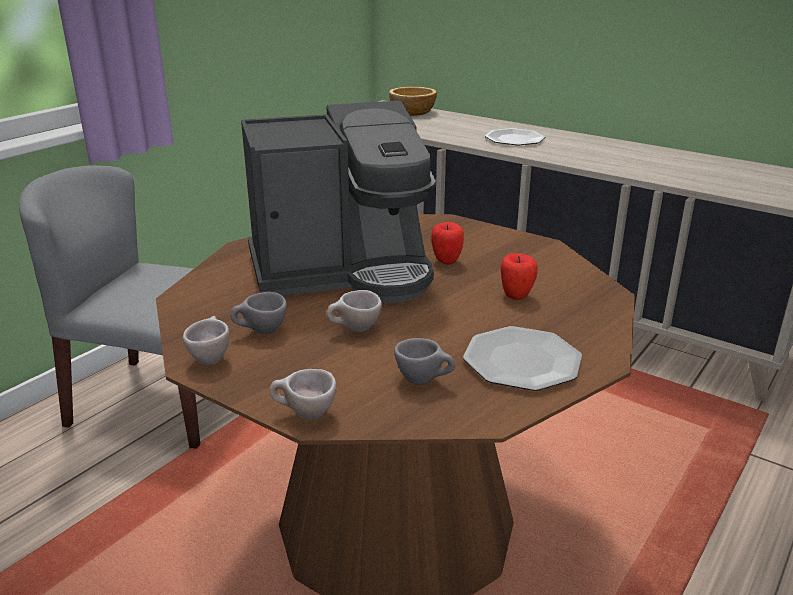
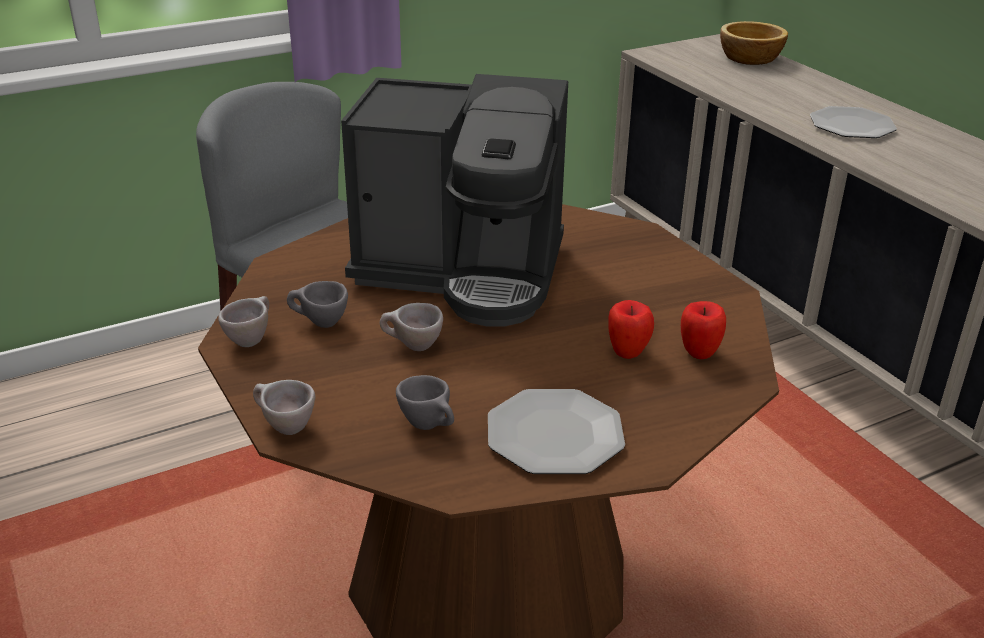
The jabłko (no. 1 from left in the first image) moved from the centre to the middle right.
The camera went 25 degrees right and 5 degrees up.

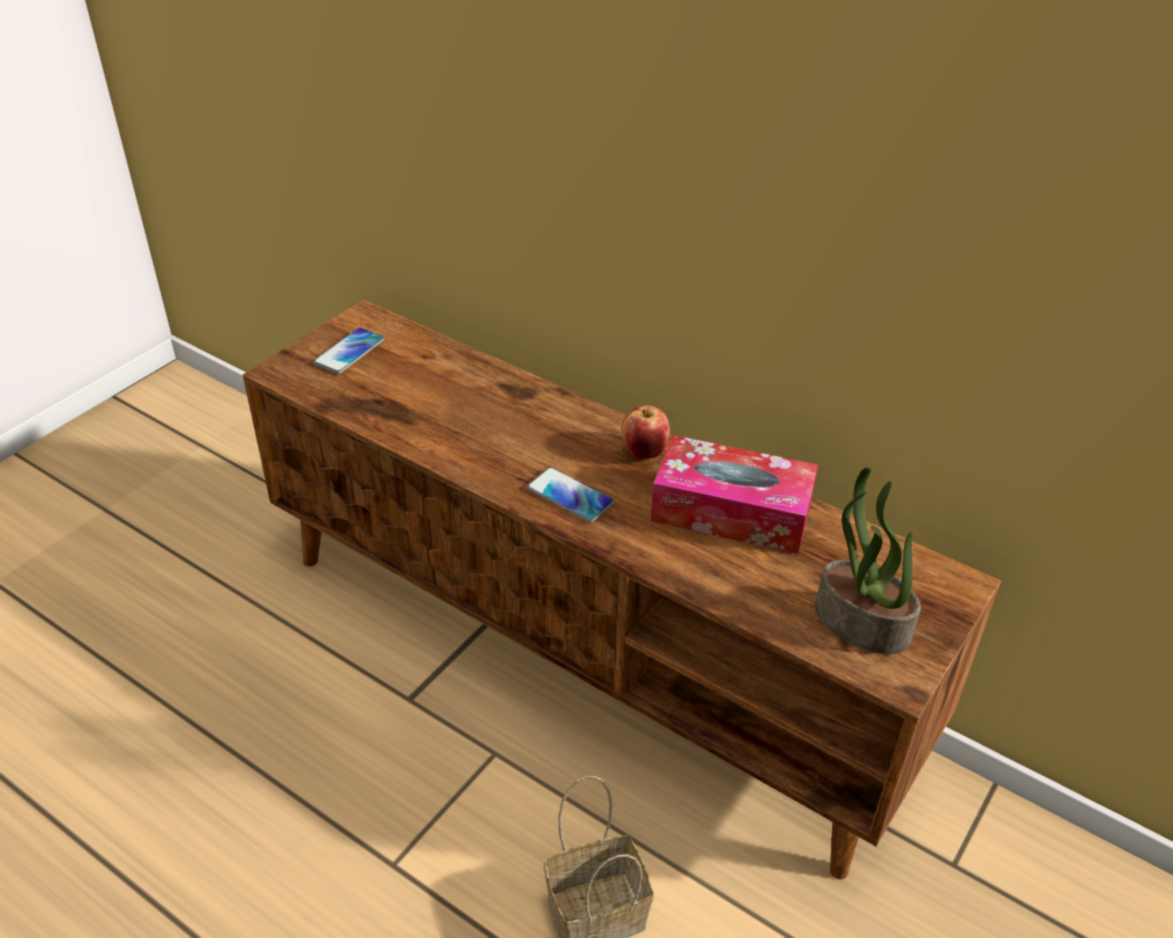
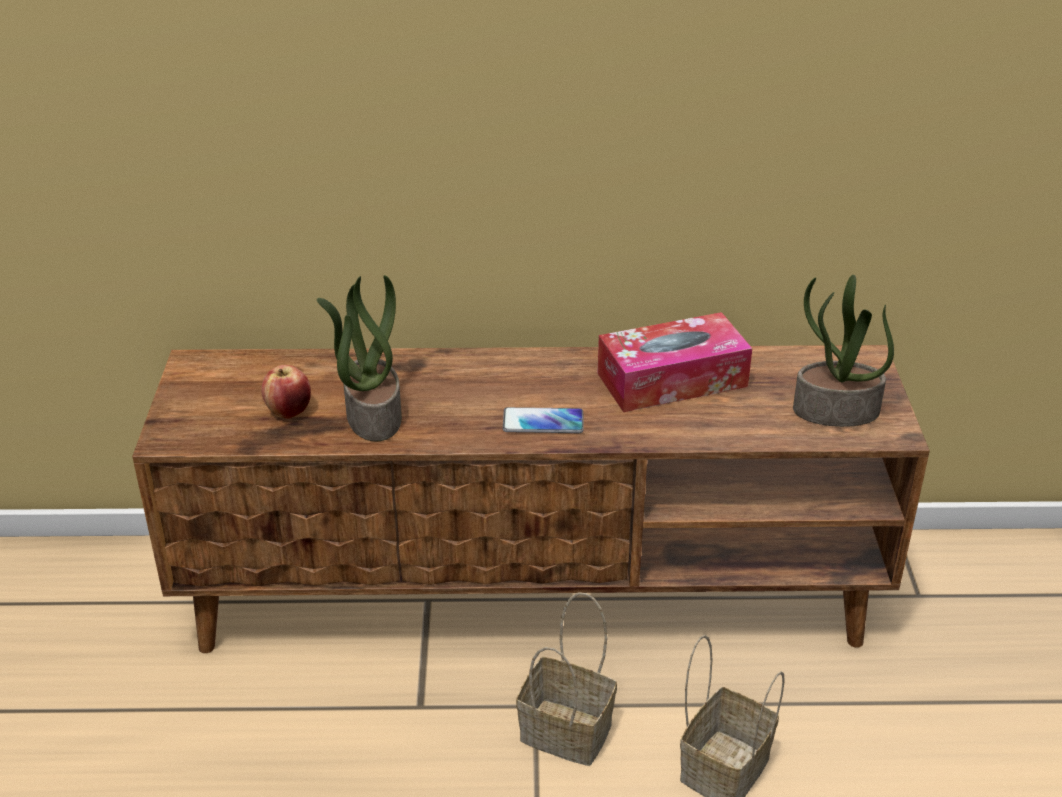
The telefon (no. 1 from left) at the middle left disappeared.
The jabłko moved from the centre to the middle left.
The roślina doniczkowa (no. 1 from left) at the centre appeared.
The koszyk (no. 1 from left) at the bottom centre appeared.
The camera went 35 degrees left and 5 degrees down.

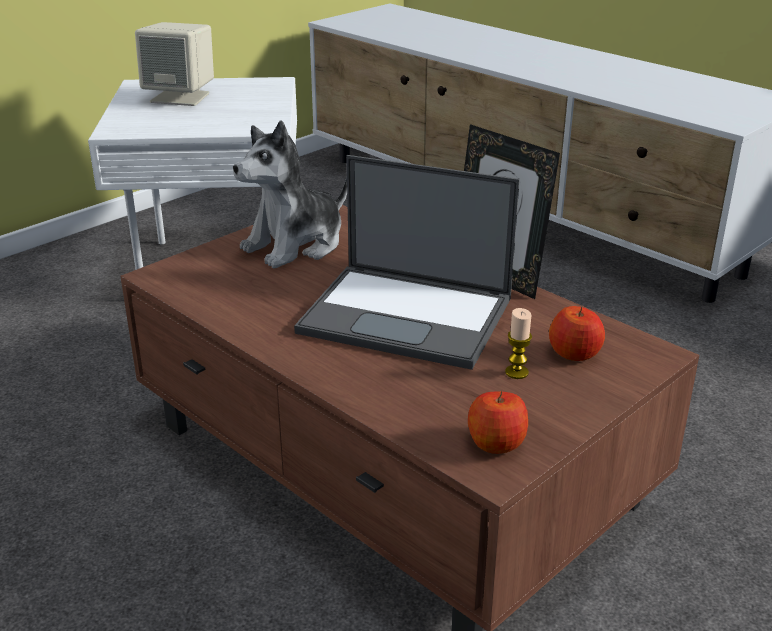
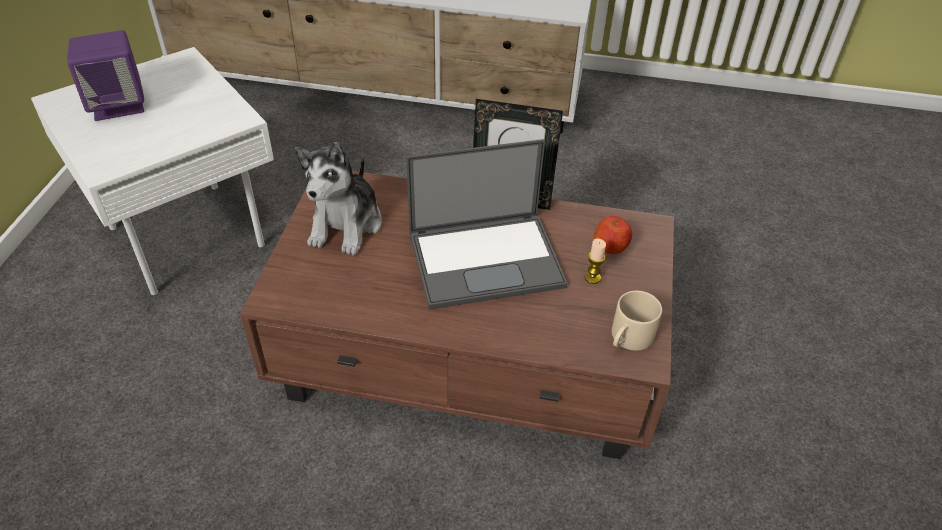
The głośnik [beżowy] at the top left became the głośnik [fioletowy] at the top left.
The jabłko (no. 1 from left) at the bottom centre was replaced by the kubek [beżowy] at the middle right.
The camera went 35 degrees left and 15 degrees up.

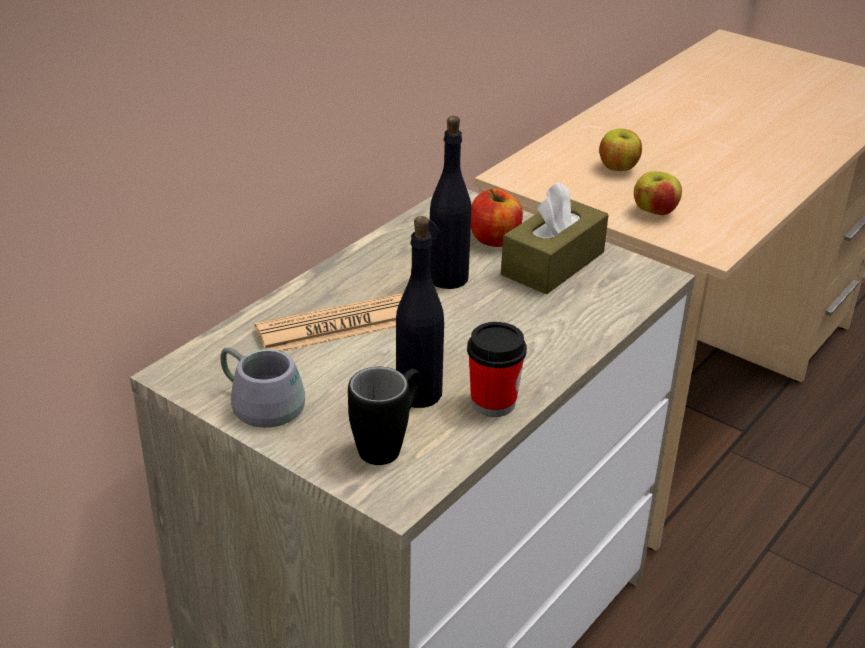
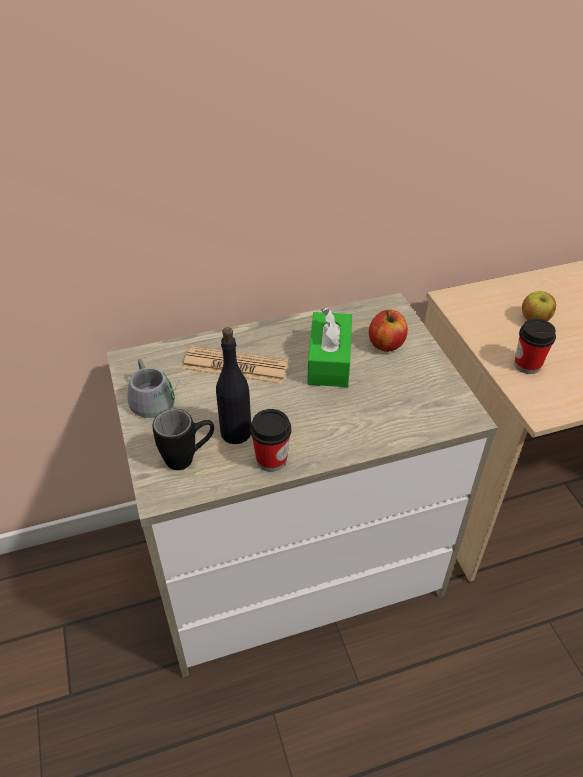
The butelka [czarny] (no. 2 from left) at the top centre was replaced by the pudełko chusteczek [zielony] at the centre.
The pudełko chusteczek [brązowy] at the centre disappeared.
The jabłko (no. 3 from left) at the top right was replaced by the filiżanka (no. 2 from left) at the middle right.
The camera went 35 degrees right and 10 degrees up.

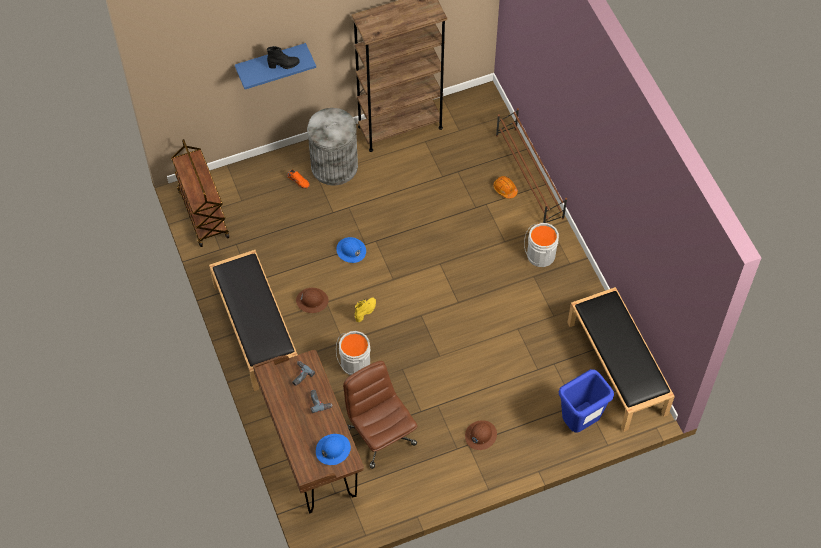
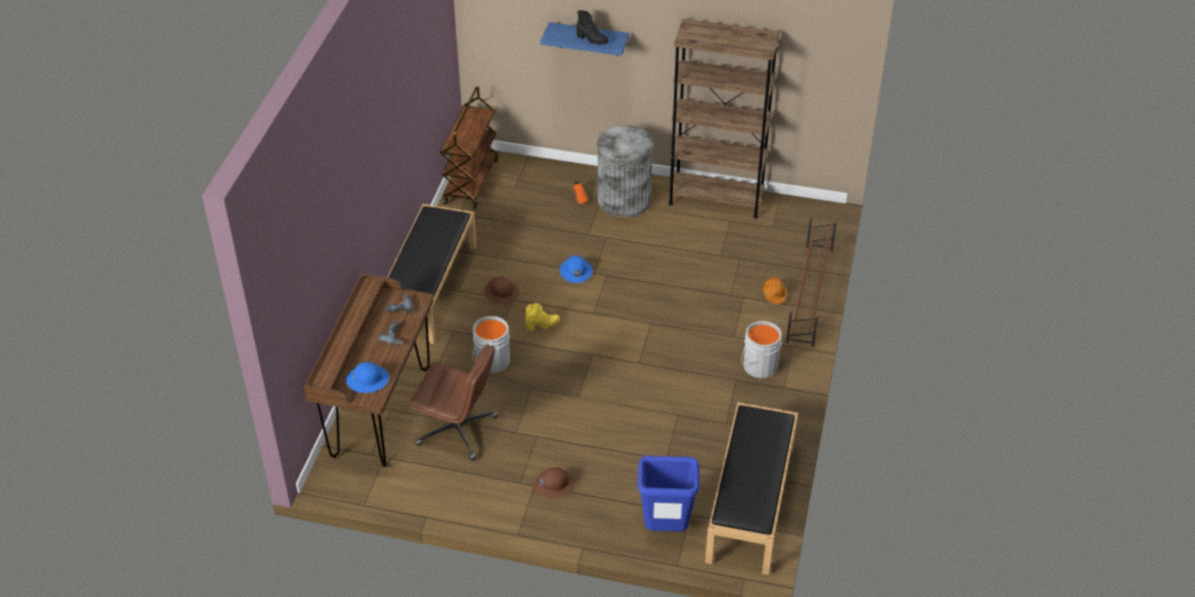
The krzesło biurowe [brązowy] at the bottom centre turned 105 degrees clockwise.
The camera went 35 degrees right and 15 degrees down.

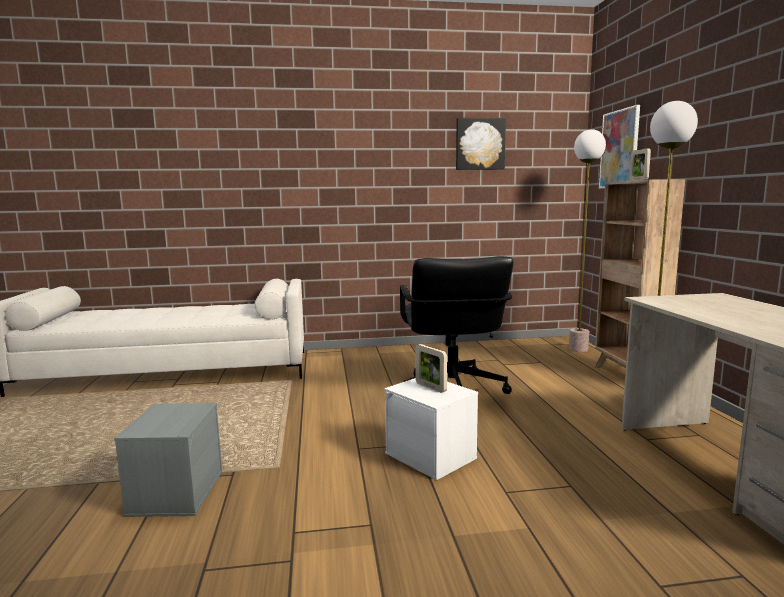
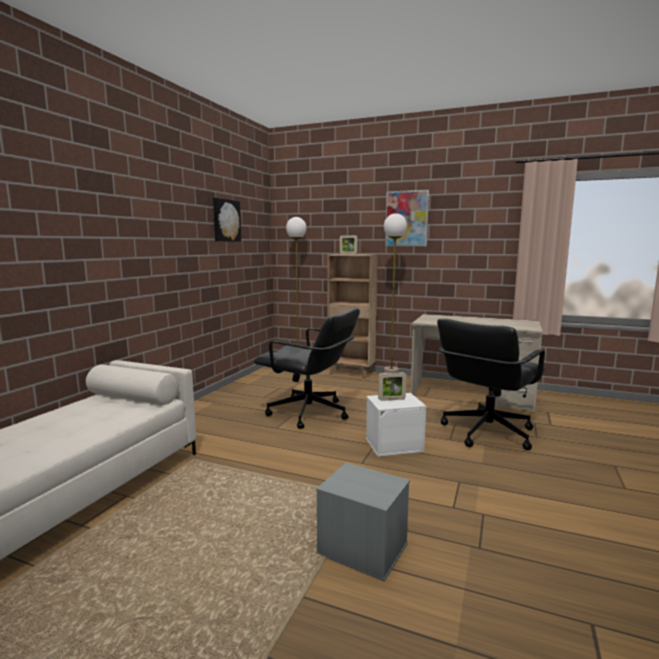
The obraz (no. 2 from left) moved from the top right to the top centre.
The krzesło biurowe [czarny] (no. 2 from left) at the middle right appeared.
The camera went 60 degrees left and 0 degrees up.

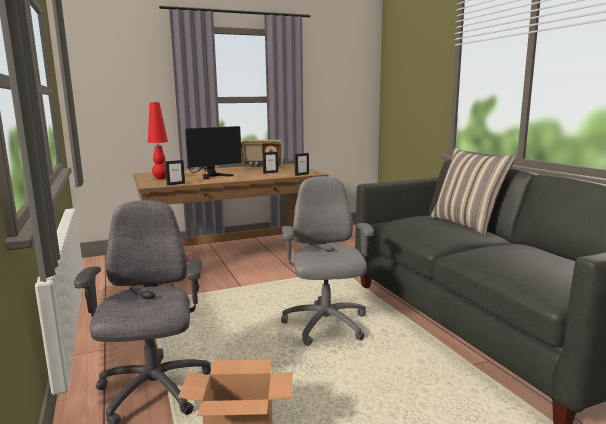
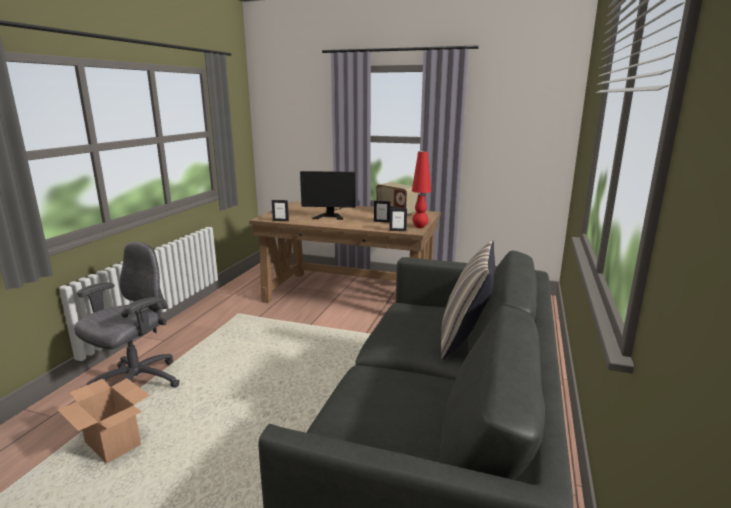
The lampa stołowa [czerwony] moved from the top left to the centre.
The krzesło biurowe [szary] (no. 2 from left) at the centre disappeared.
The camera went 40 degrees right and 5 degrees up.

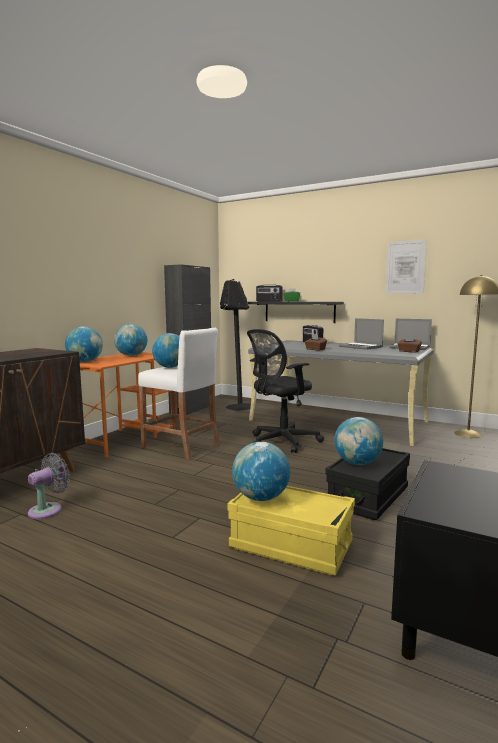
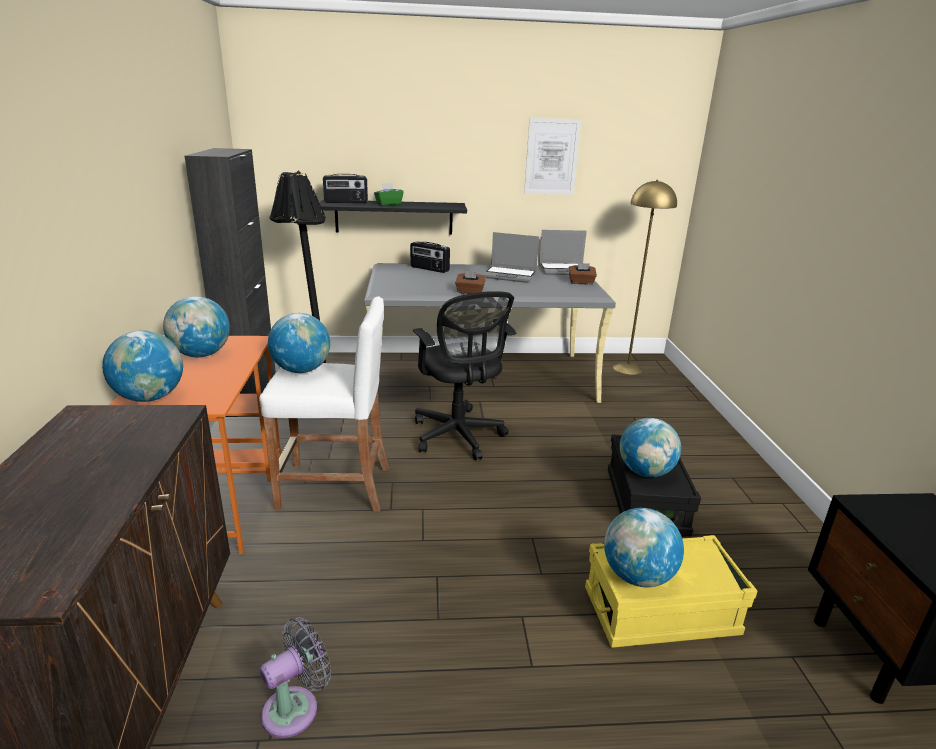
The wentylator [szary] at the middle left turned 45 degrees clockwise.
The krzesło biurowe [czarny] at the centre turned 45 degrees counterclockwise.
The camera went 35 degrees left and 15 degrees up.

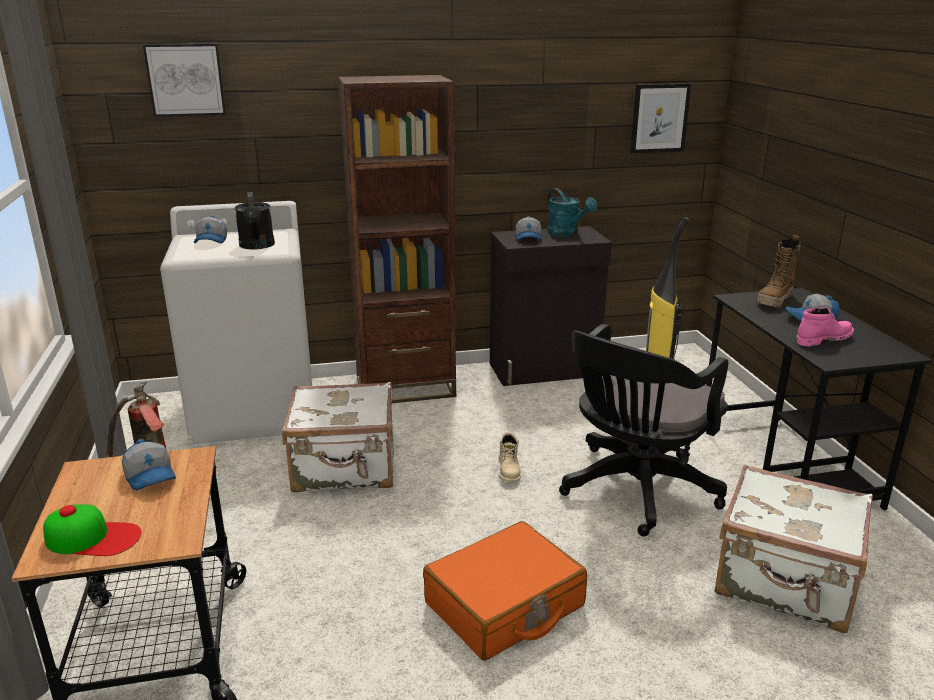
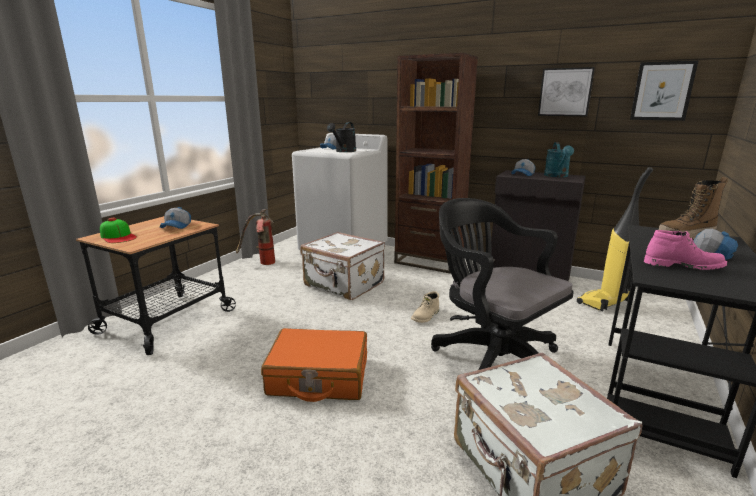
The obraz (no. 1 from left) moved from the top left to the top right.
The krzesło biurowe [czarny] at the middle right turned 60 degrees clockwise.
The camera went 40 degrees right and 5 degrees down.

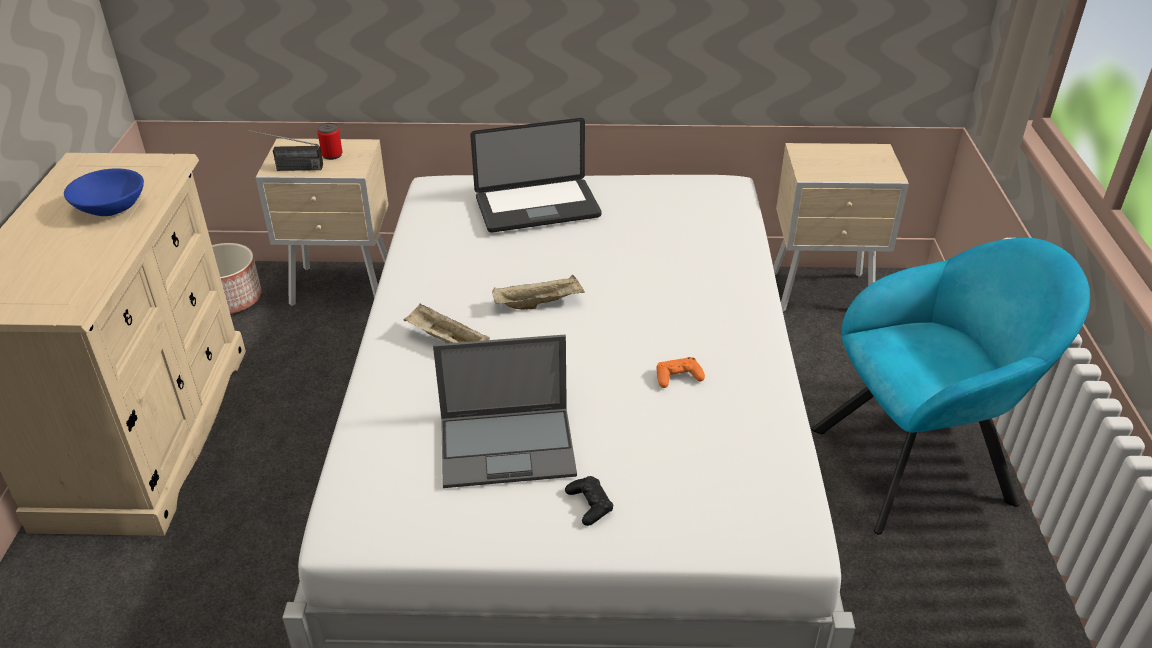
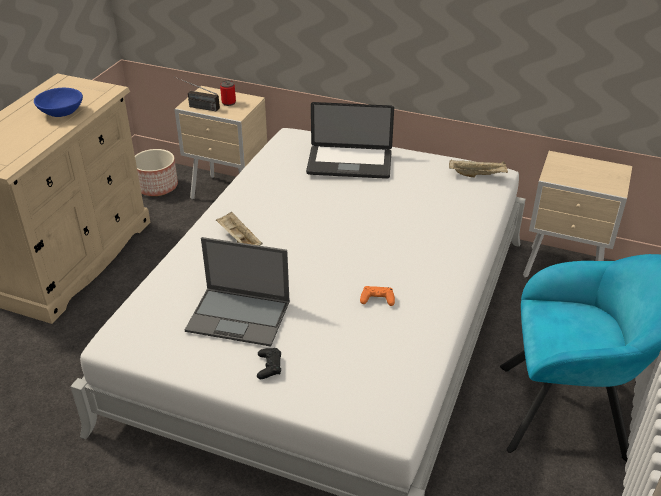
The taca [beżowy] (no. 2 from left) moved from the centre to the middle right.
The camera went 20 degrees right and 0 degrees up.

